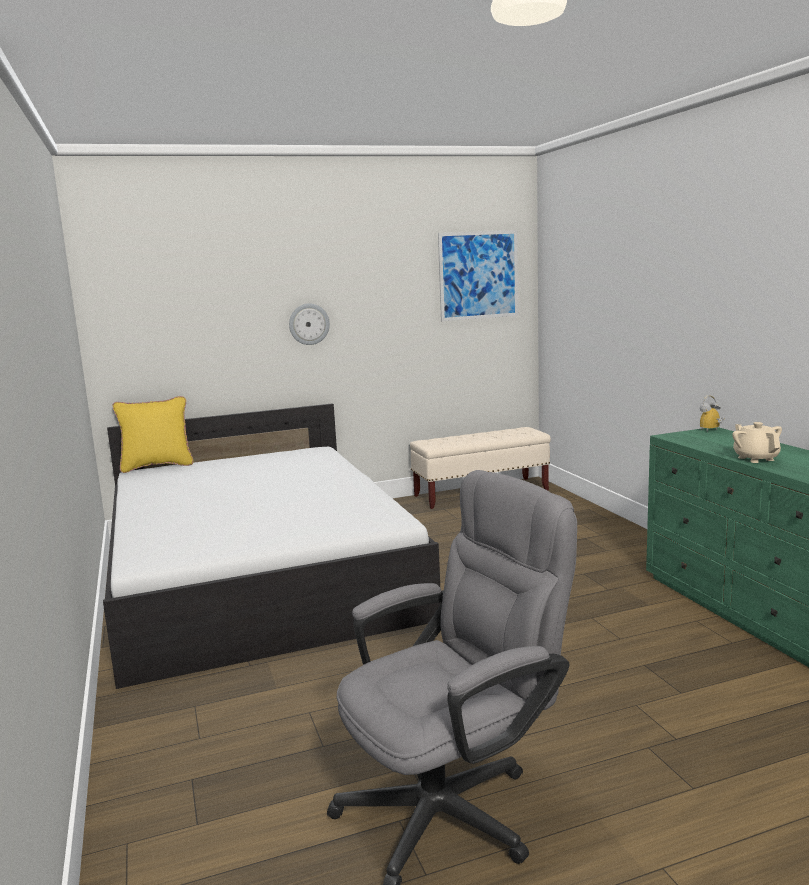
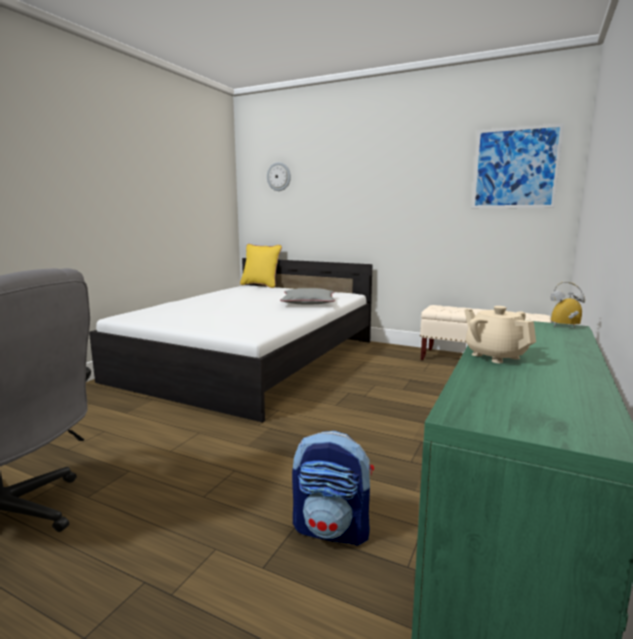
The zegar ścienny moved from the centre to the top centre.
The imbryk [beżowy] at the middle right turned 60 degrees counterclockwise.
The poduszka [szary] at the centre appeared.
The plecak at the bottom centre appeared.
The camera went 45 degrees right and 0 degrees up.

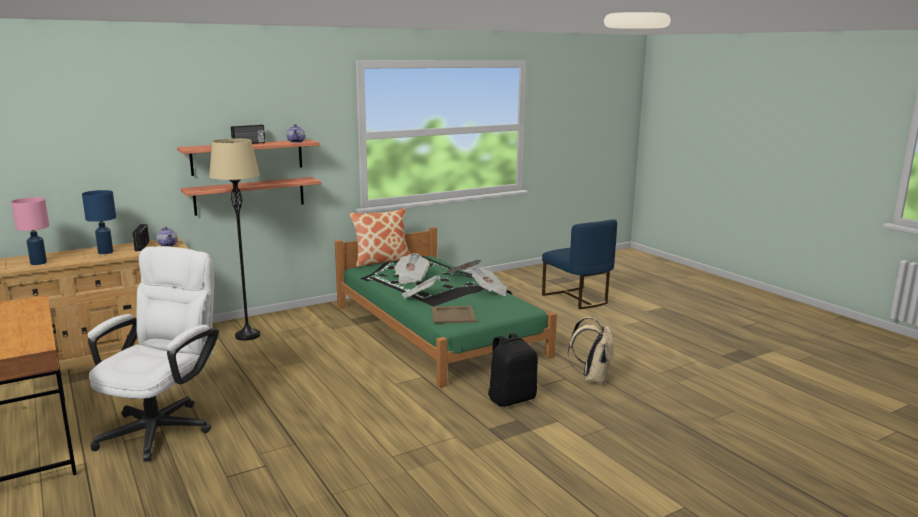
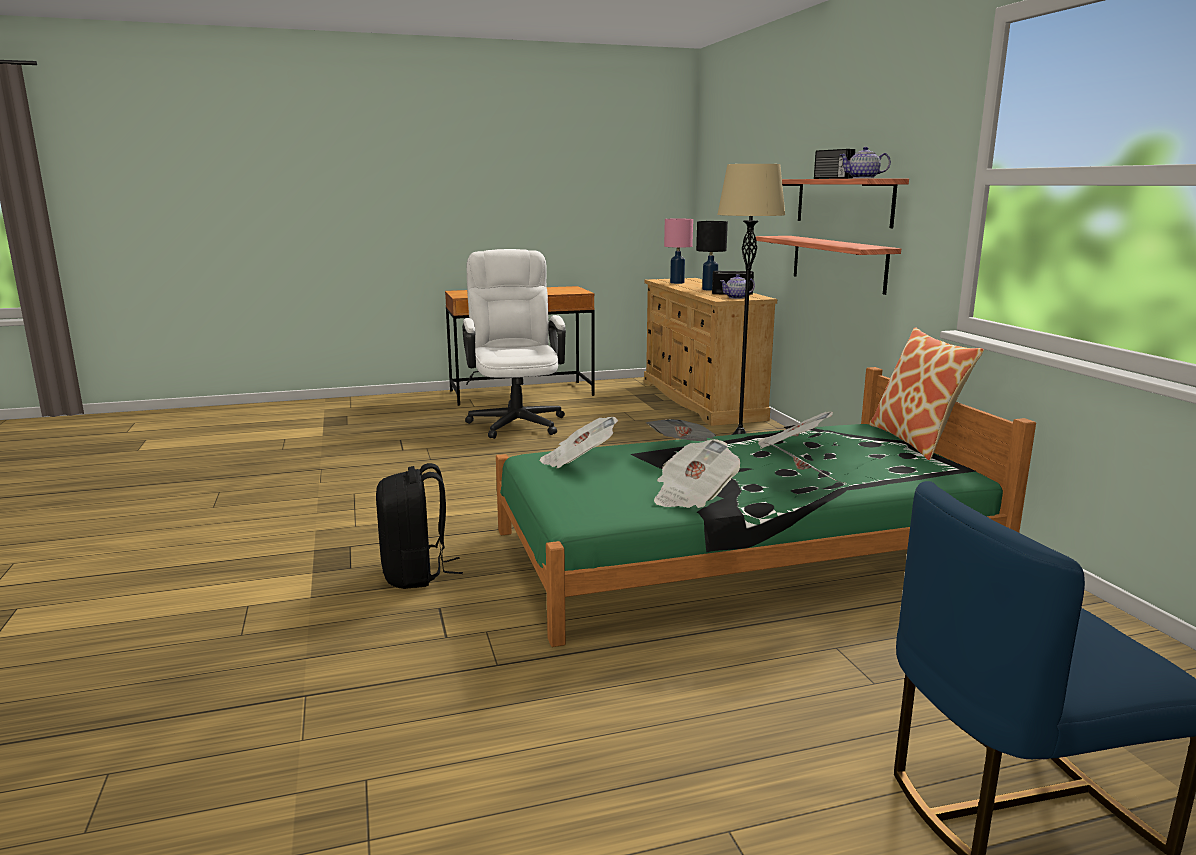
The lampa stołowa [niebieski] at the middle left became the lampa stołowa [czarny] at the top centre.
The krzesło biurowe [biały] at the bottom left turned 135 degrees counterclockwise.
The taca [beżowy] at the centre was replaced by the gazeta (no. 1 from left) at the centre.
The plecak [beżowy] at the bottom centre disappeared.
The camera went 105 degrees right and 0 degrees up.

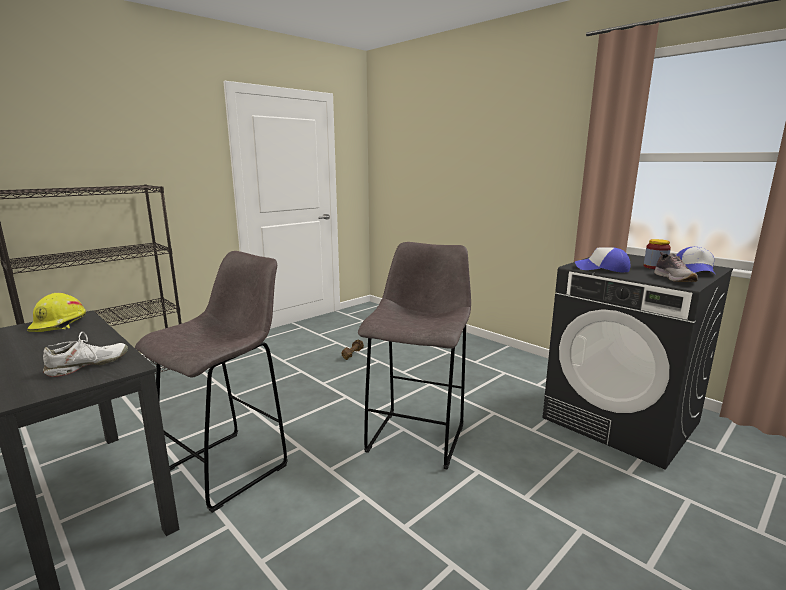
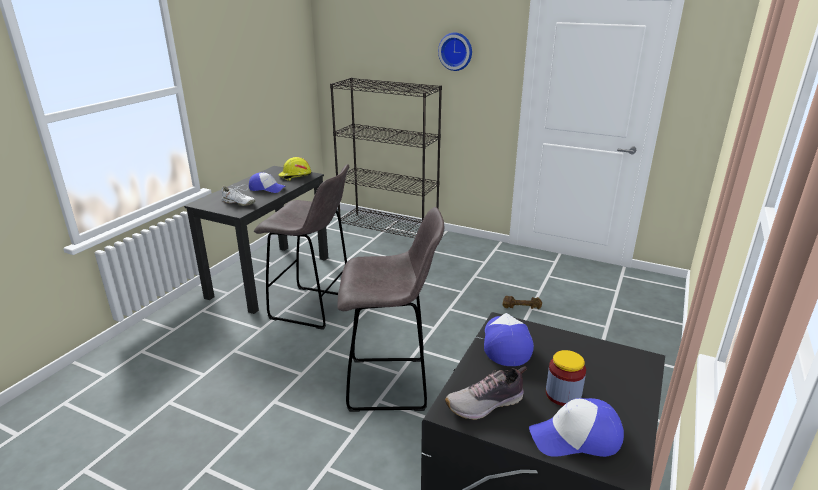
The czapka z daszkiem (no. 1 from left) at the middle left appeared.
The zegar ścienny at the top centre appeared.
The camera went 70 degrees right and 10 degrees up.

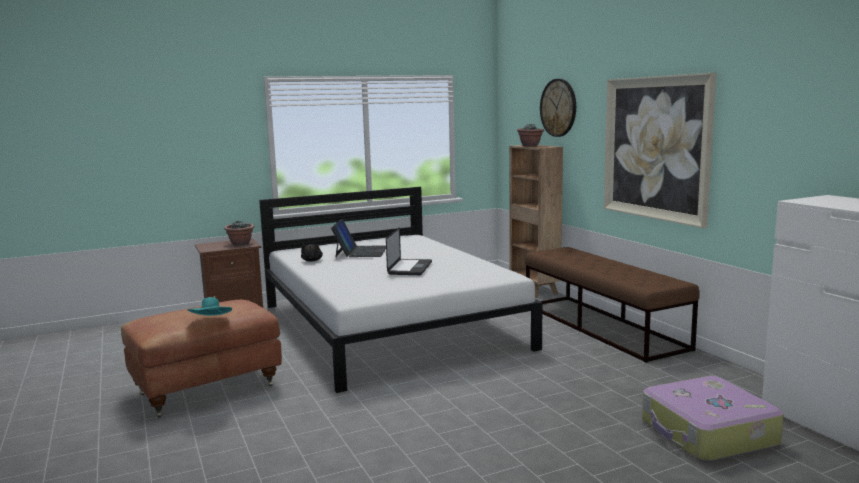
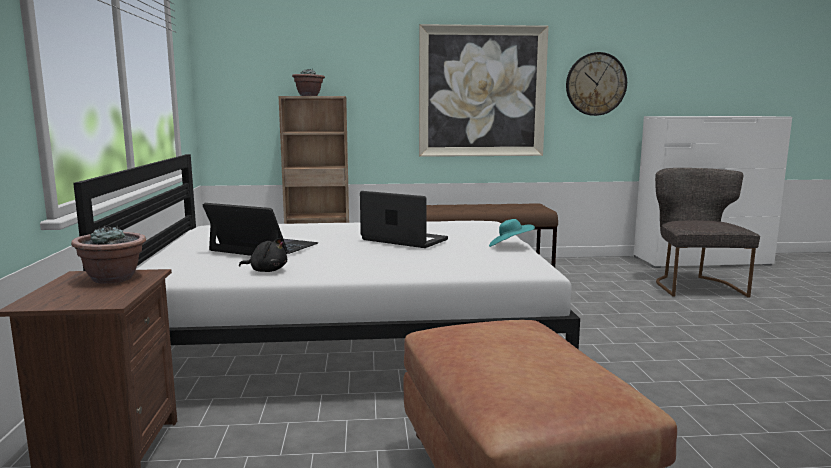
The kapelusz [turkusowy] moved from the middle left to the centre.
The zegar ścienny moved from the top centre to the top right.
The walizka at the bottom right was replaced by the krzesło [szary] at the middle right.
The camera went 70 degrees left and 0 degrees up.

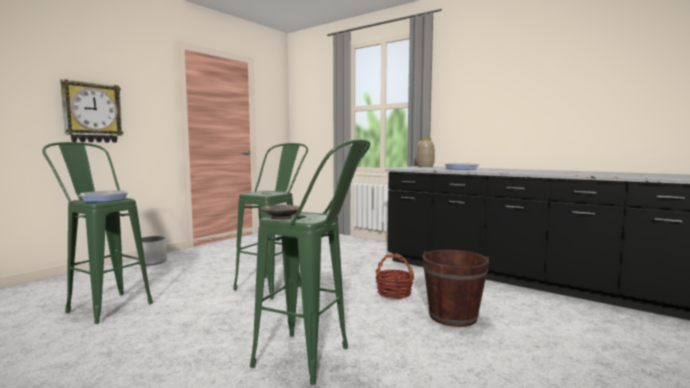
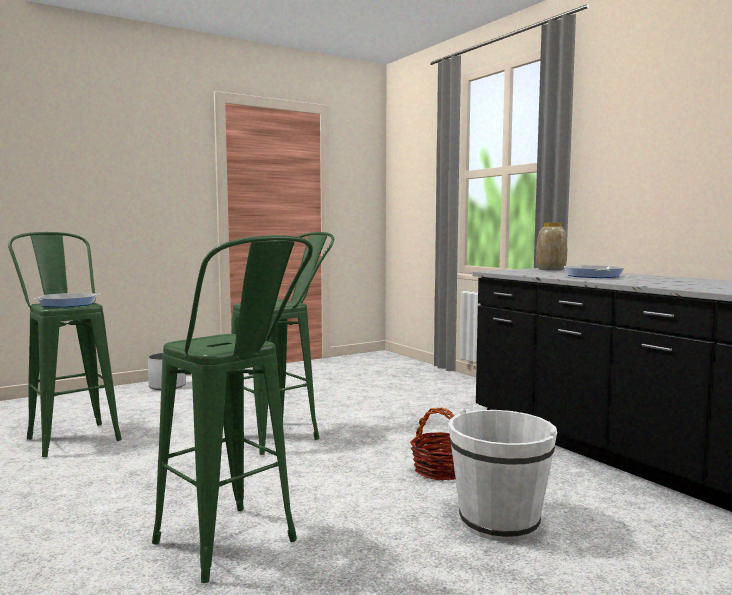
The zegar ścienny at the top left disappeared.
The miska [brązowy] at the centre disappeared.
The wiadro [brązowy] at the bottom centre became the wiadro [biały] at the bottom right.
The camera went 20 degrees right and 0 degrees up.

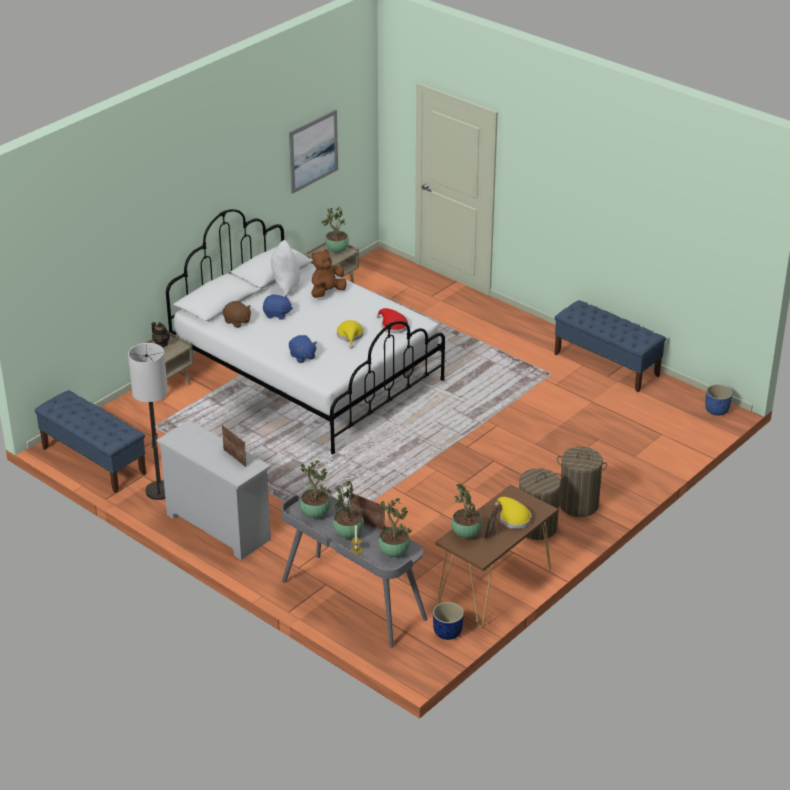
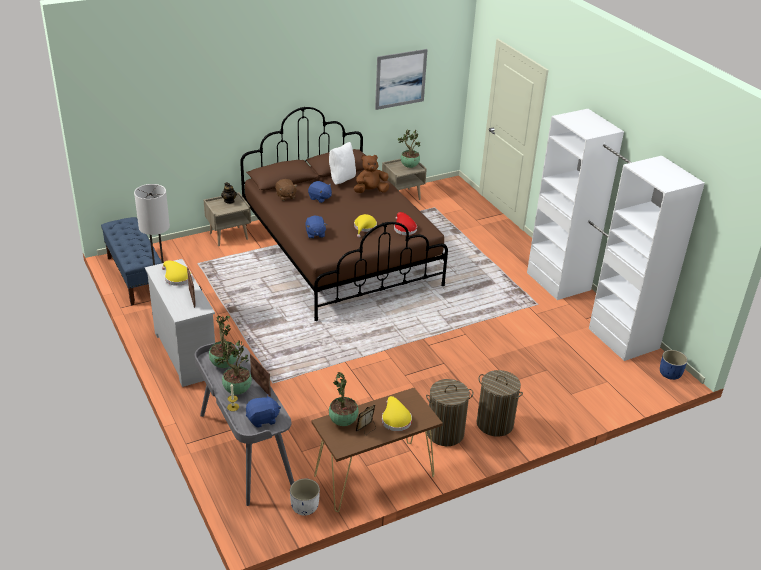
The łóżko [biały] at the centre became the łóżko [brązowy] at the centre.
The roślina doniczkowa (no. 4 from left) at the bottom centre was replaced by the pluszak [niebieski] (no. 1 from left) at the bottom centre.
The donica [niebieski] (no. 1 from left) at the bottom centre became the donica [biały] at the bottom centre.
The ławka [niebieski] (no. 2 from left) at the middle right was replaced by the szafa [biały] at the middle right.
The kapelusz [żółty] (no. 1 from left) at the middle left appeared.
The camera went 20 degrees right and 0 degrees up.

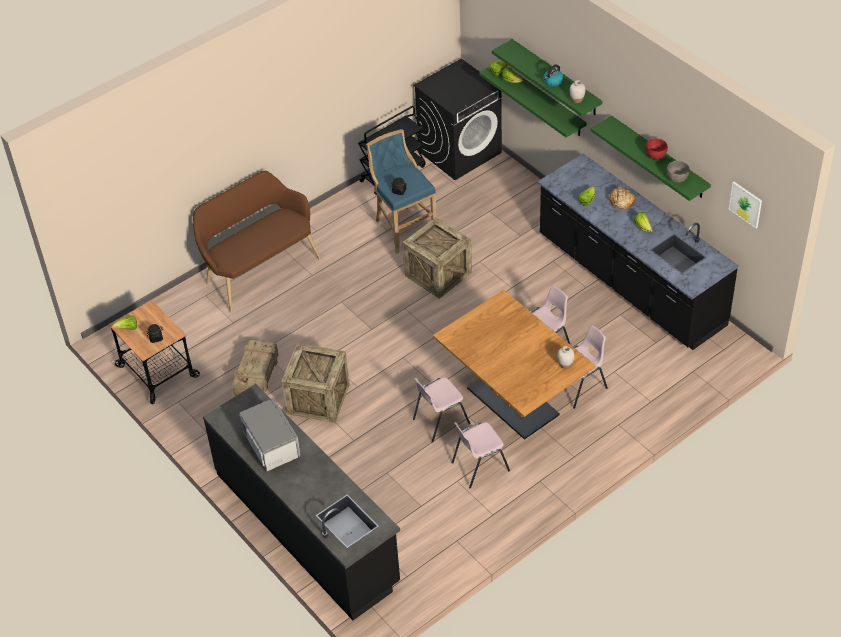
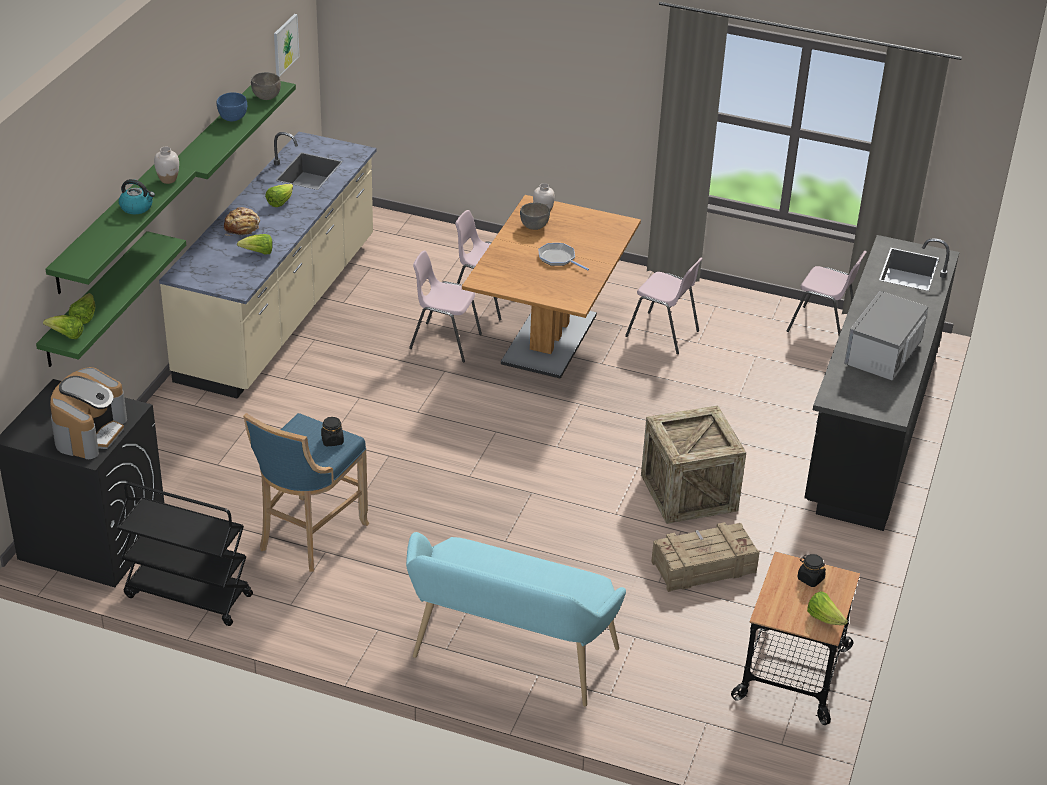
The ławka [brązowy] at the middle left became the ławka [turkusowy] at the bottom centre.
The skrzynka (no. 3 from left) at the centre disappeared.
The krzesło [różowy] (no. 1 from left in the first image) moved from the centre to the middle right.
The zabudowa kuchenna [czarny] (no. 2 from left) at the middle right became the zabudowa kuchenna [beżowy] at the middle left.
The miska [czerwony] at the top right became the miska [niebieski] at the top left.
The ekspres do kawy at the middle left appeared.
The miska [szary] (no. 2 from left) at the top centre appeared.
The patelnia at the top centre appeared.
The camera went 125 degrees left and 10 degrees down.

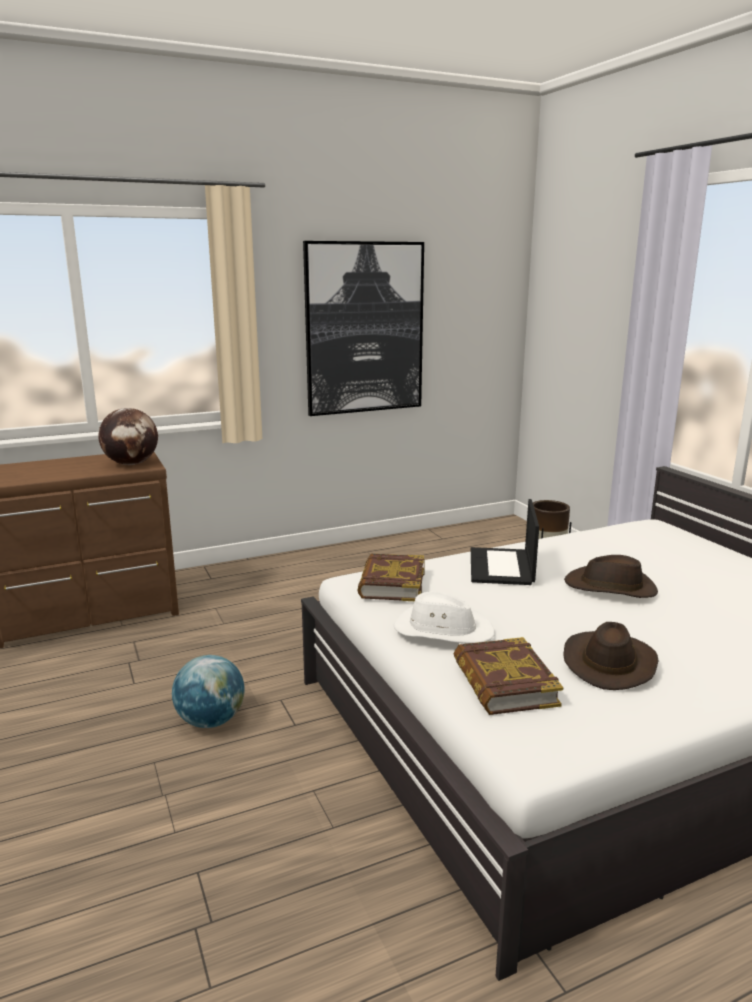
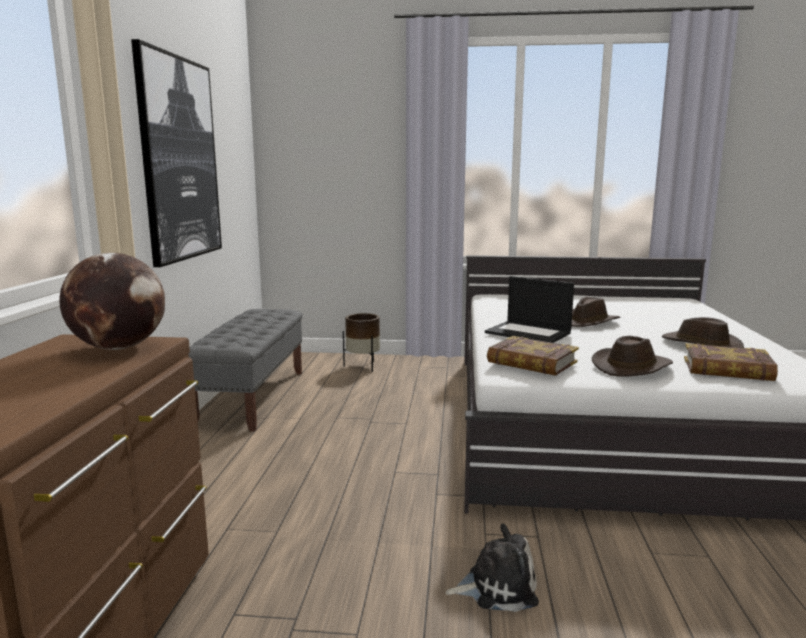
The globus (no. 2 from left) at the bottom left was replaced by the pluszak at the bottom centre.
The kapelusz [biały] at the centre became the kapelusz [brązowy] (no. 2 from left) at the middle right.
The ławka [szary] at the middle left appeared.
The camera went 60 degrees left and 5 degrees down.

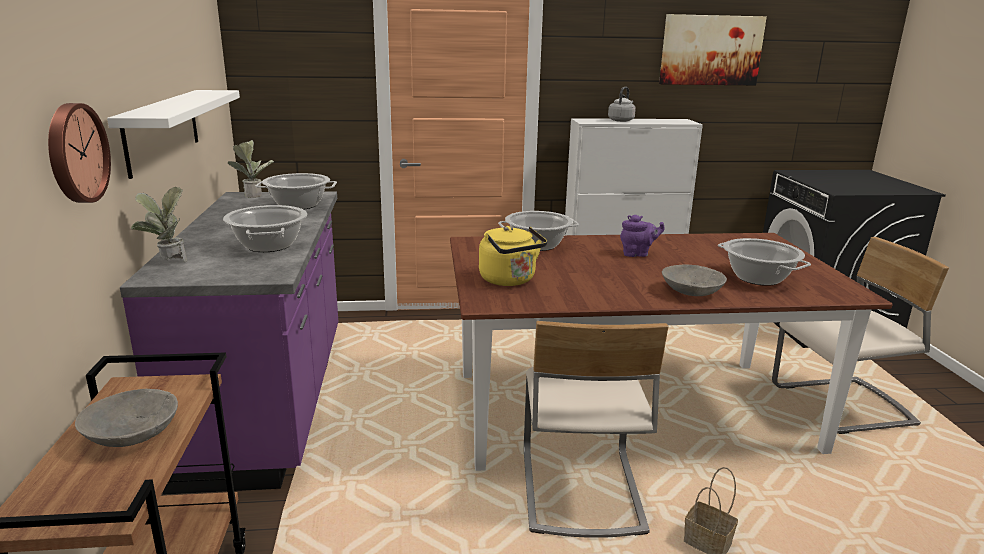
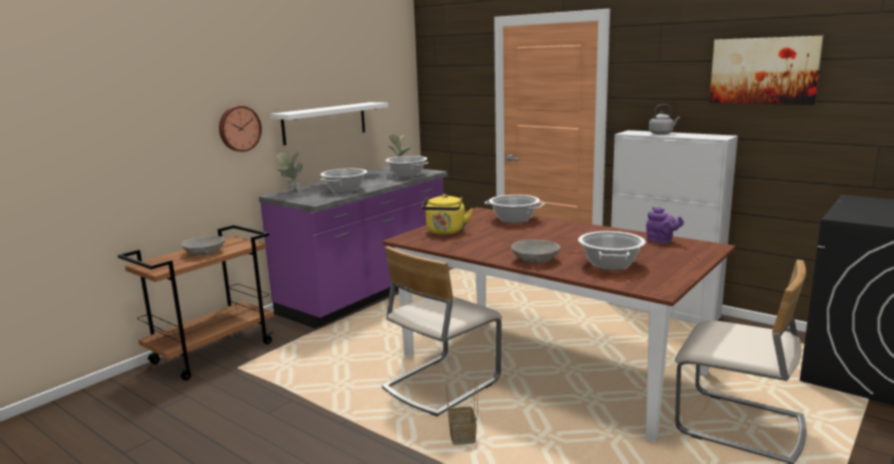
The imbryk [fioletowy] moved from the centre to the middle right.
The camera went 45 degrees right and 5 degrees down.

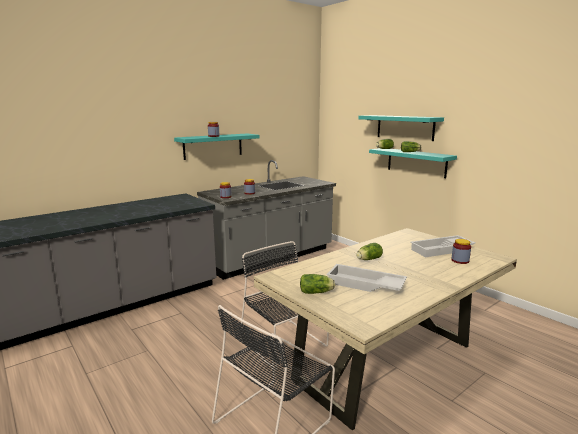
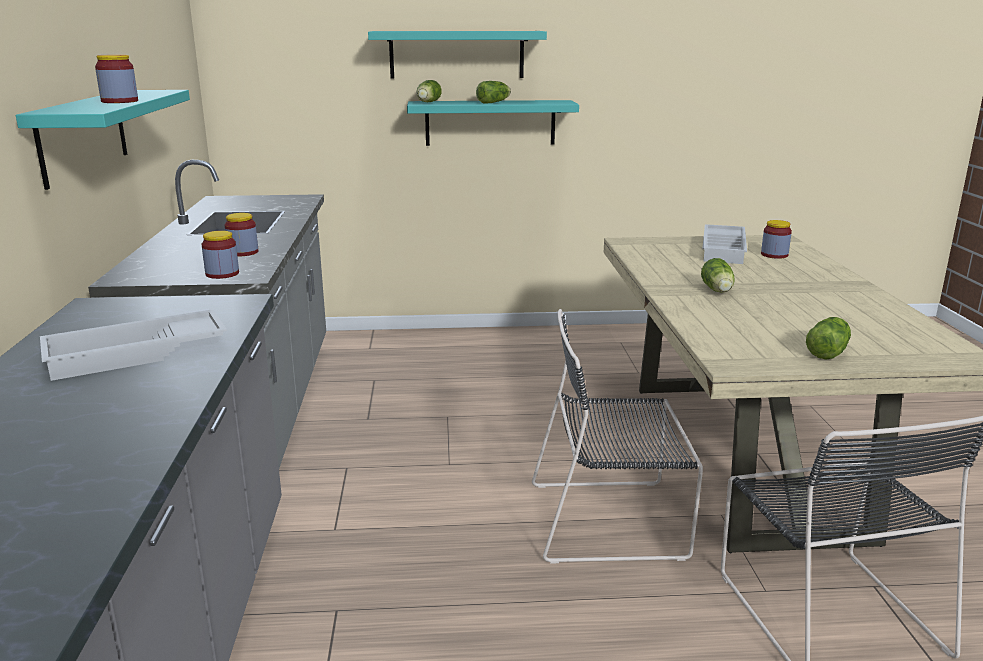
The taca [biały] (no. 1 from left) moved from the centre to the middle left.
The camera went 55 degrees left and 5 degrees up.

